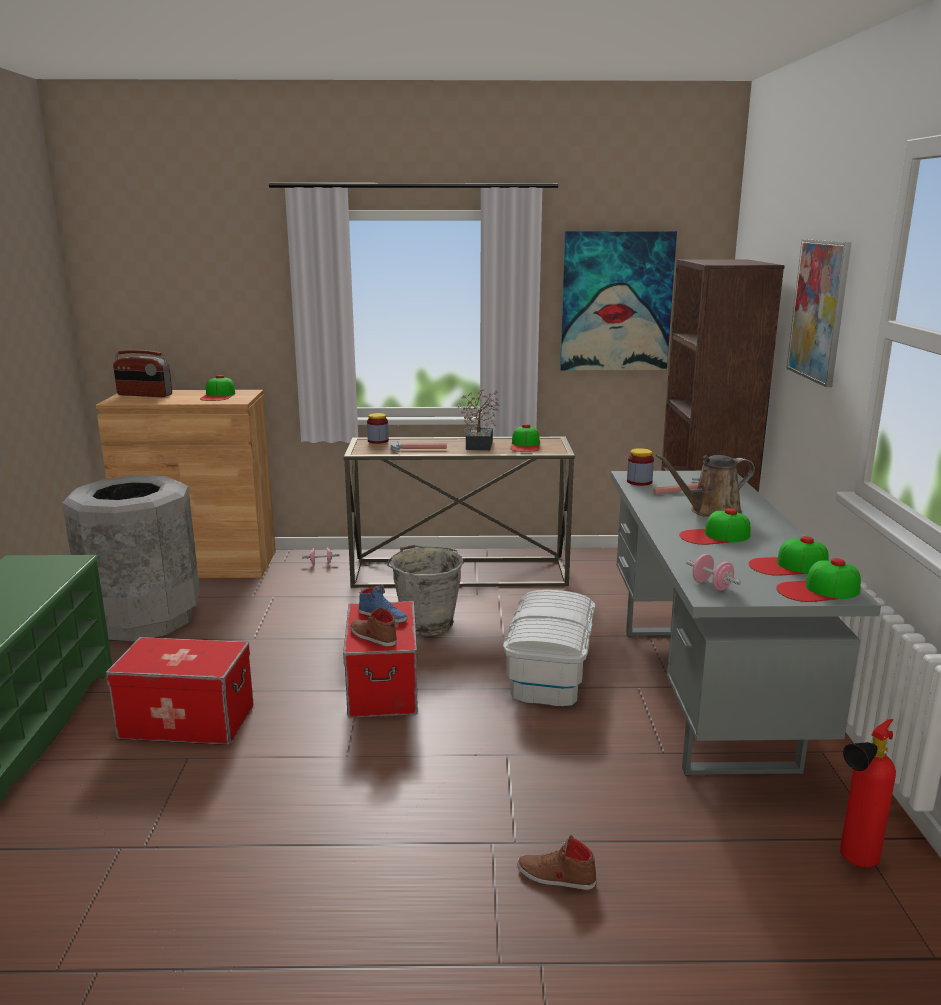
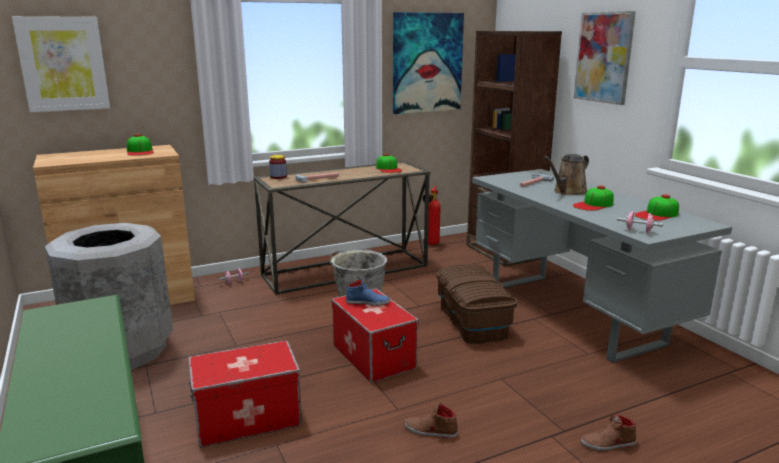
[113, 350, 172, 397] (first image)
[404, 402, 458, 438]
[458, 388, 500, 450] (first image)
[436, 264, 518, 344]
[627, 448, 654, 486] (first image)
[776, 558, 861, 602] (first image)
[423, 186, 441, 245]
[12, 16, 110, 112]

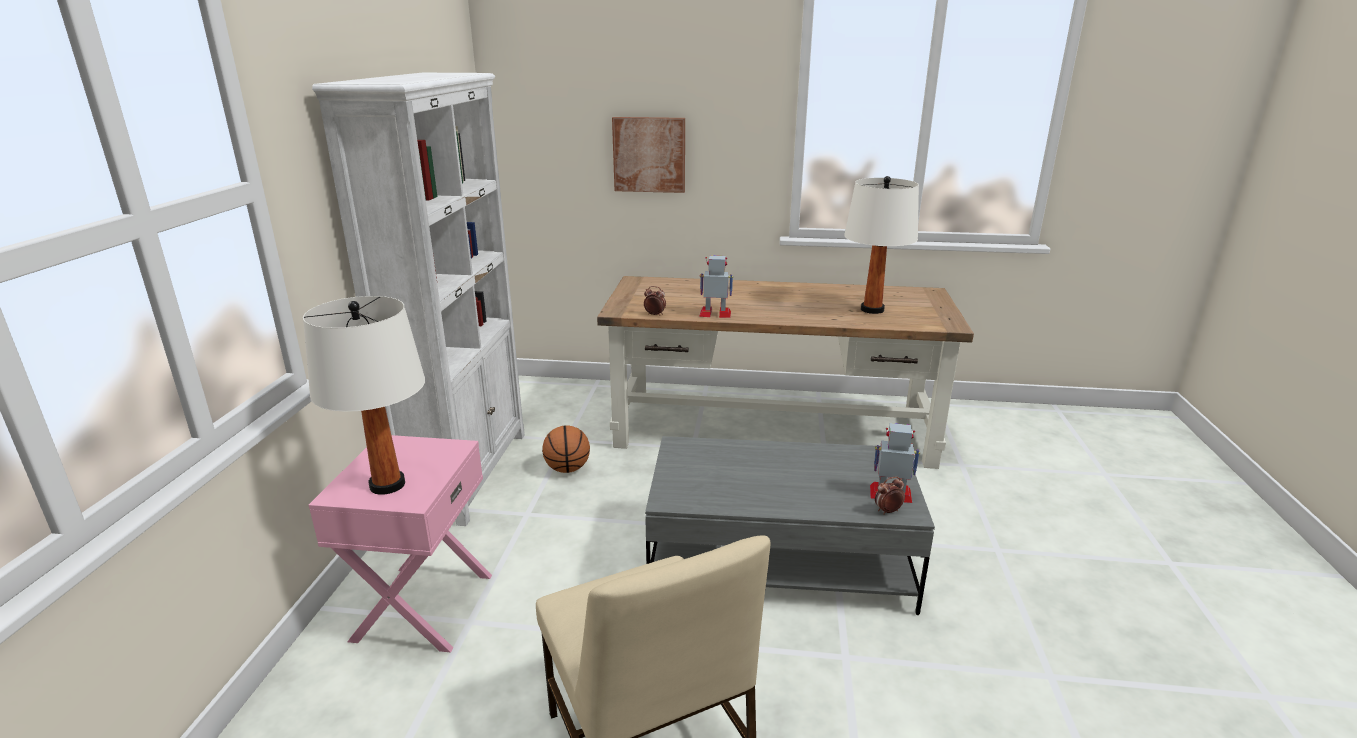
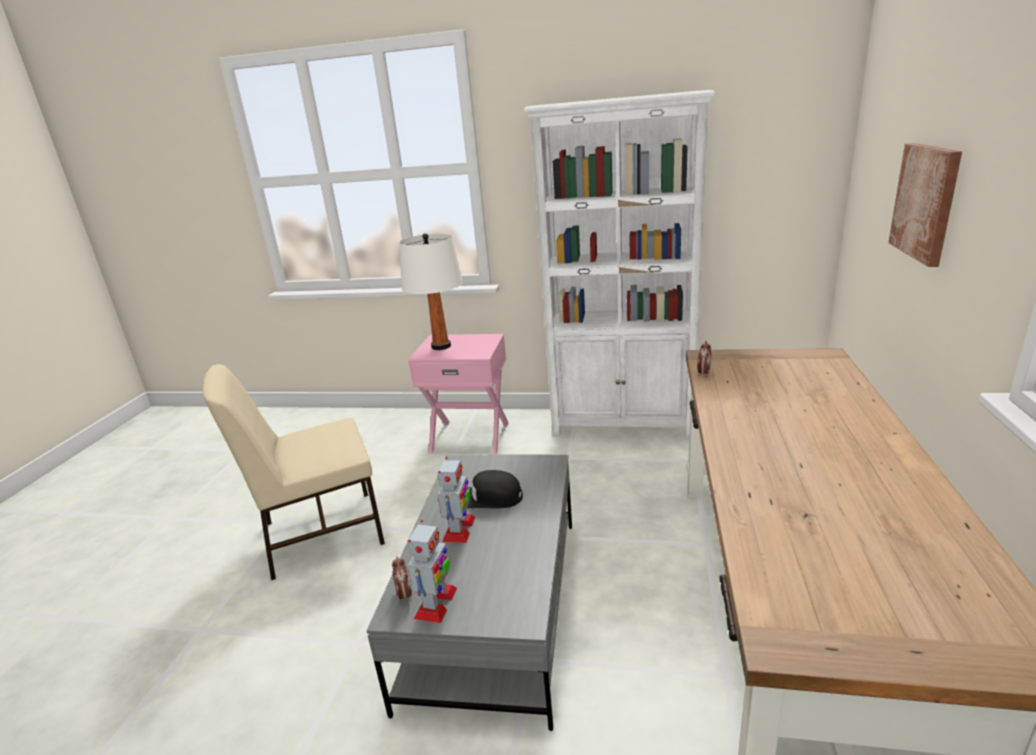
[542, 426, 590, 473] (first image)
[437, 456, 475, 543]
[844, 176, 919, 314] (first image)
[467, 470, 523, 509]

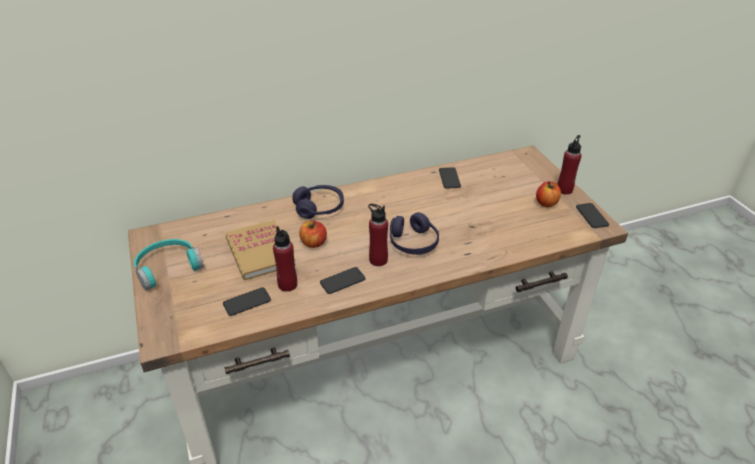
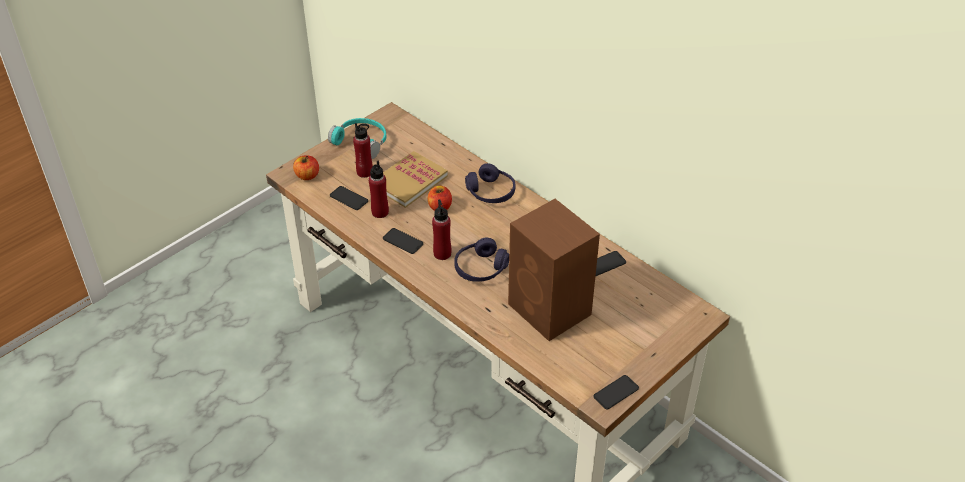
[293, 155, 319, 180]
[353, 123, 373, 178]
[508, 199, 600, 341]

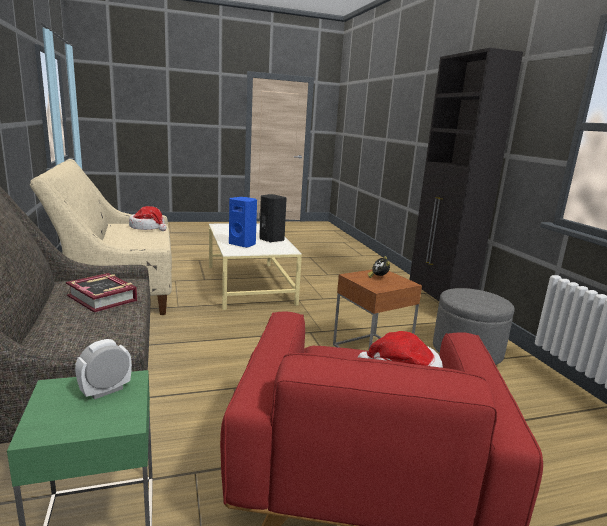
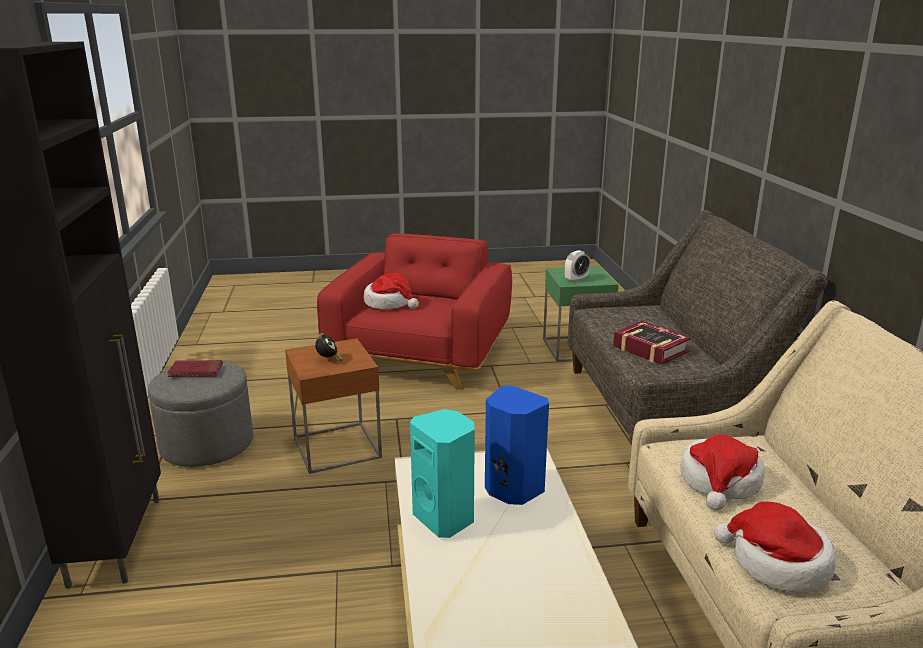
[410, 409, 475, 538]
[167, 360, 223, 377]
[681, 434, 765, 511]

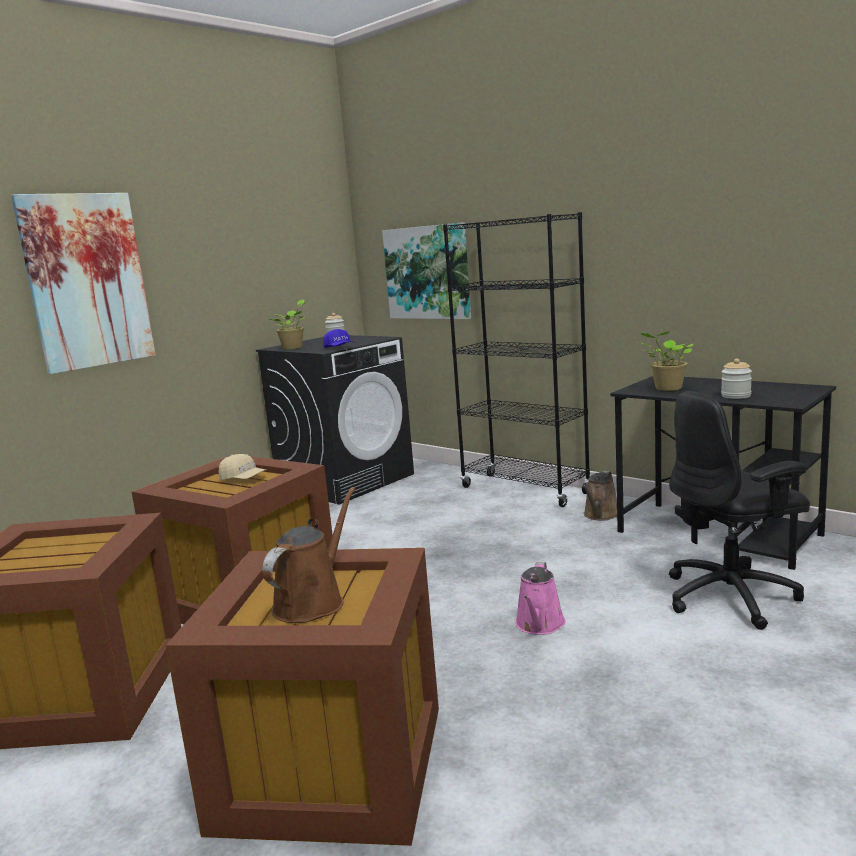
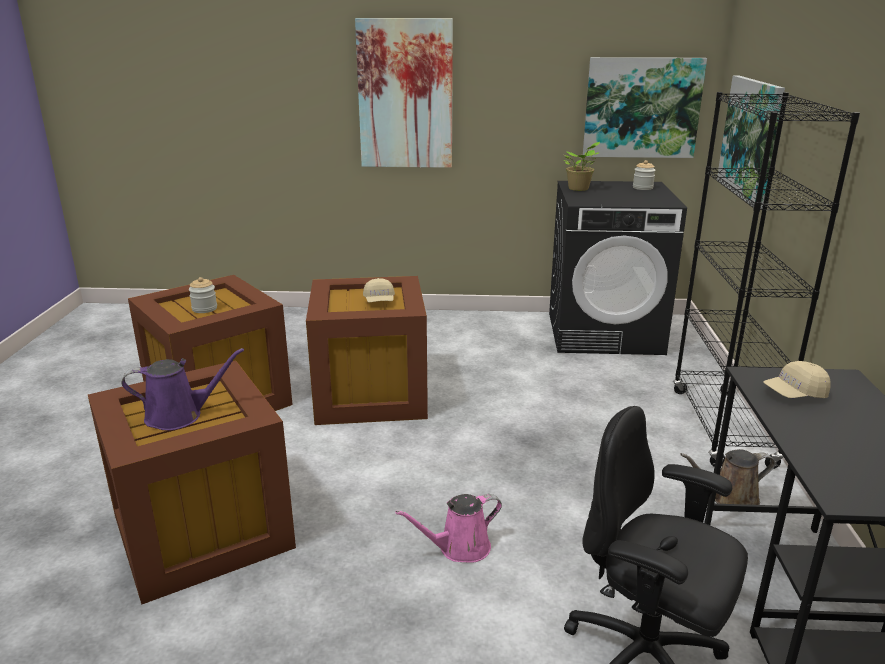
[122, 348, 244, 430]
[323, 329, 354, 348] (first image)
[763, 361, 831, 398]
[189, 277, 217, 313]
[583, 57, 707, 158]

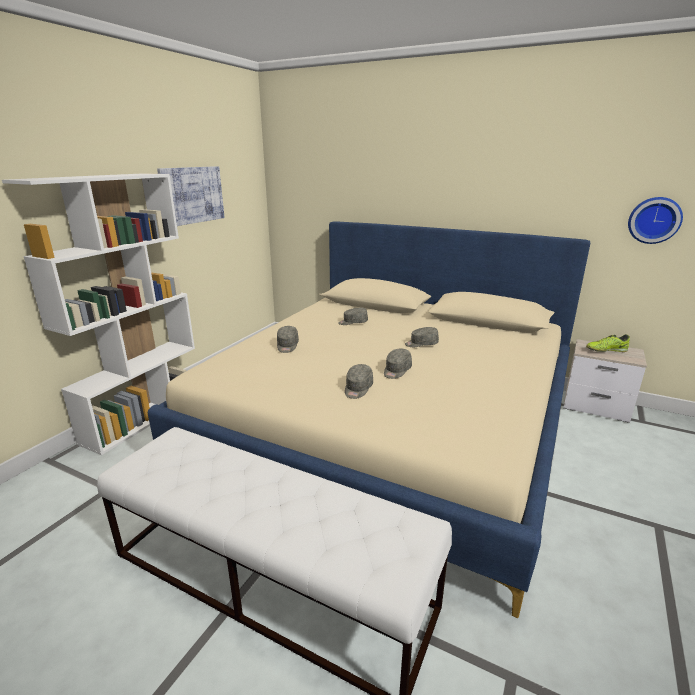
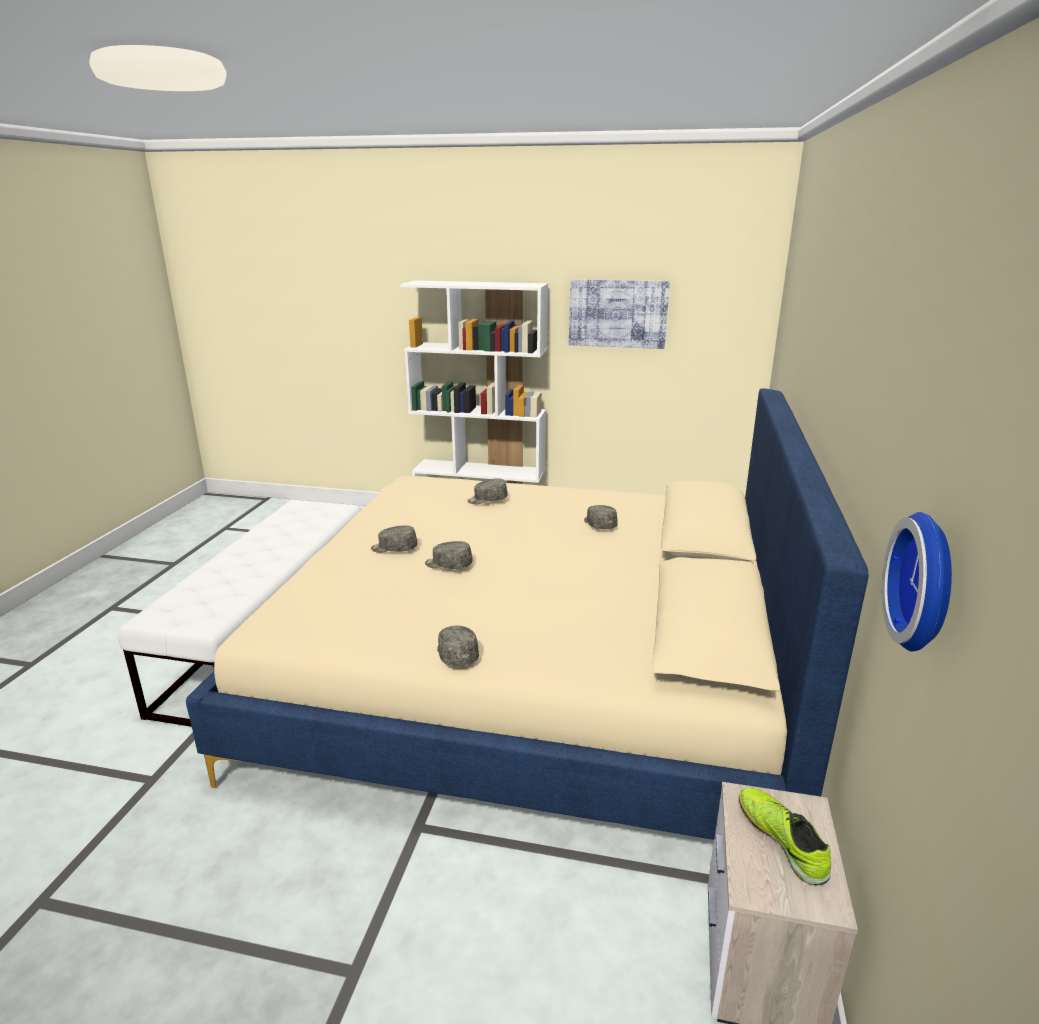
[437, 626, 479, 667]

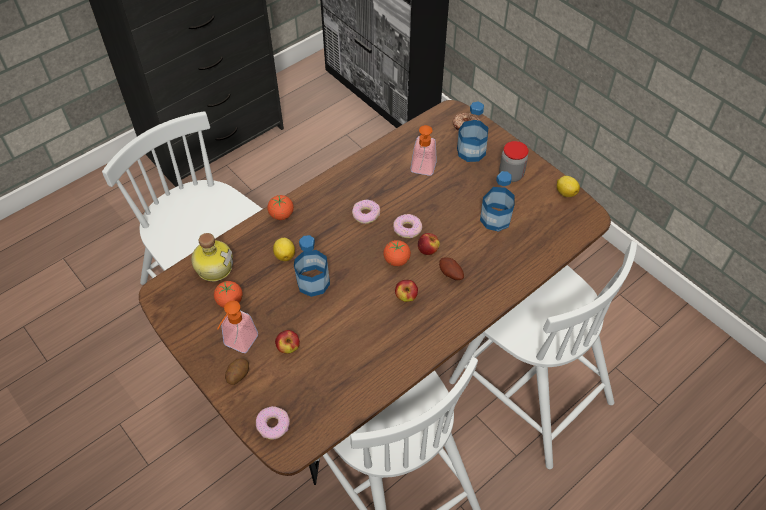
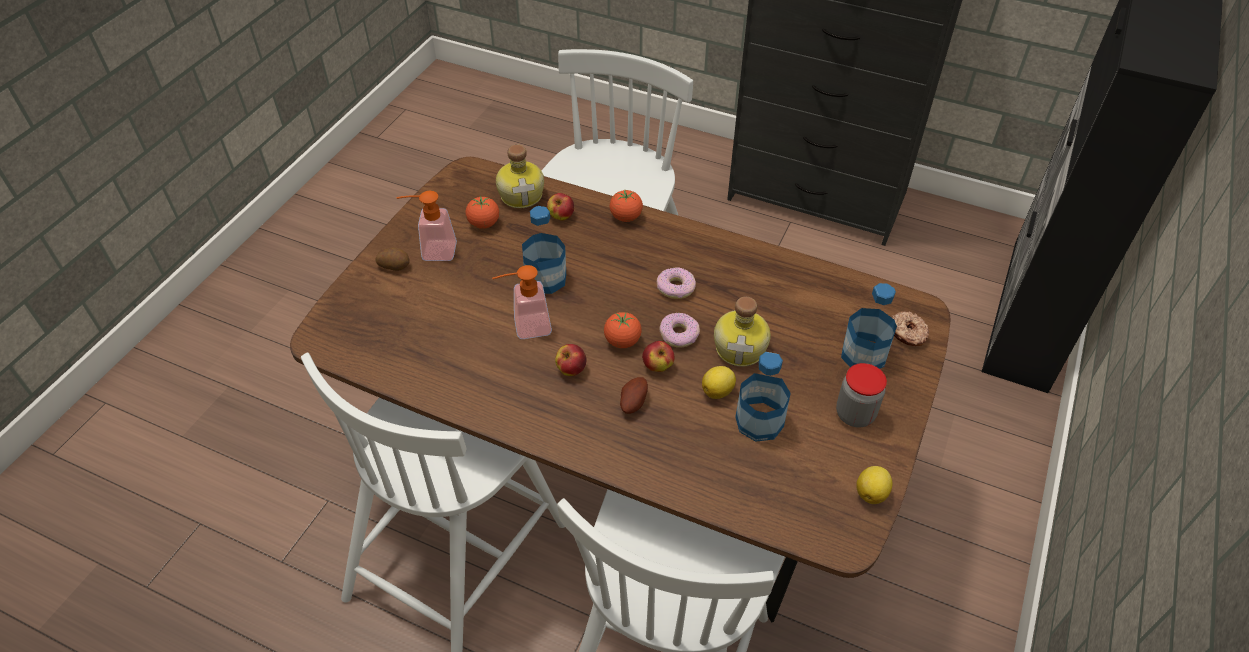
[256, 406, 290, 440] (first image)
[702, 366, 736, 399]
[547, 193, 574, 221]
[492, 265, 552, 339]
[714, 297, 771, 367]

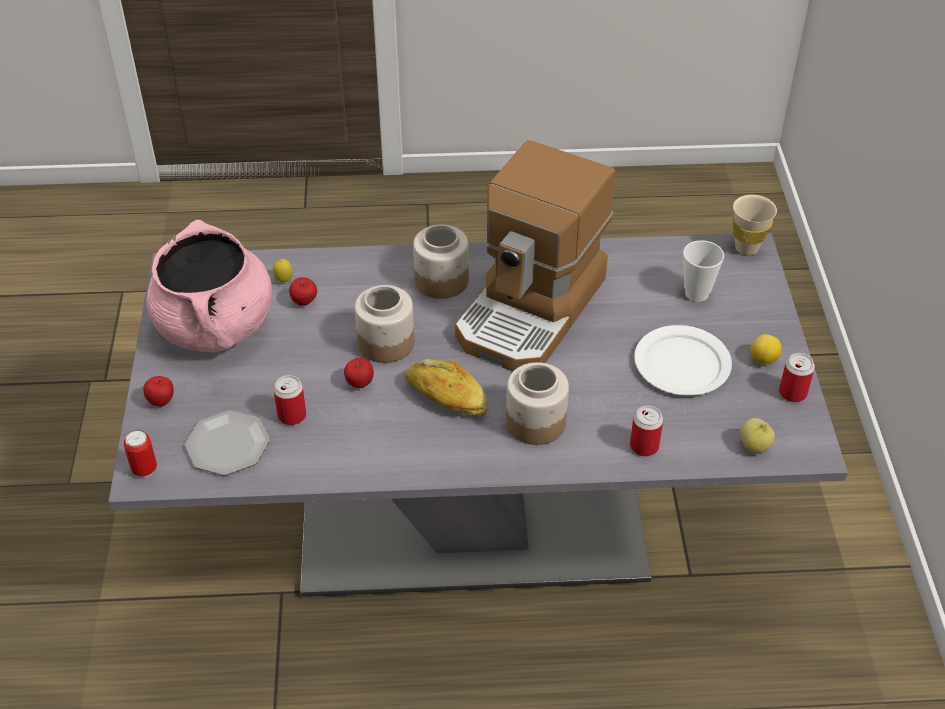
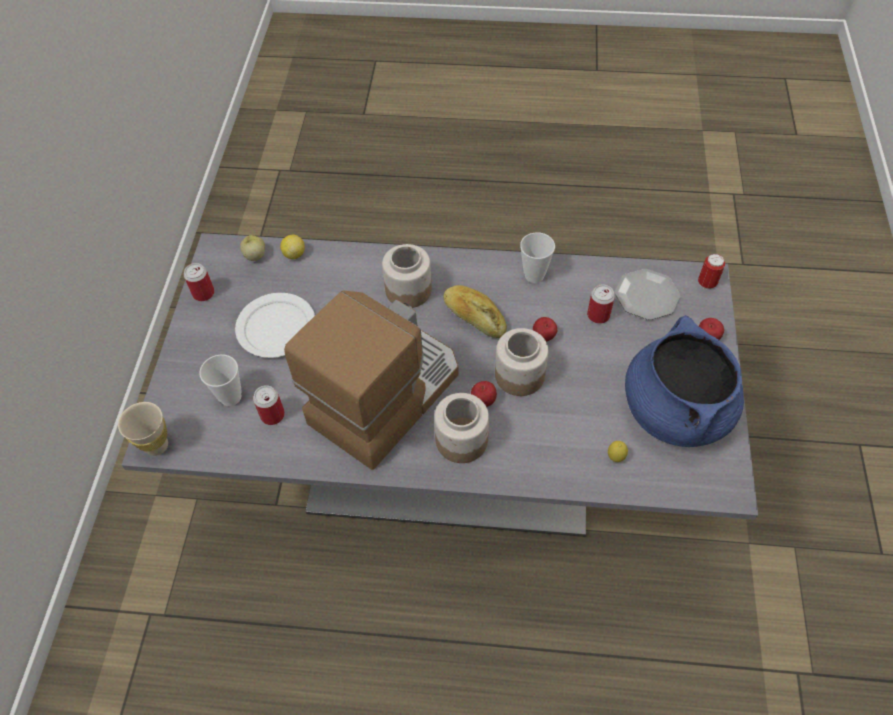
[625, 315, 744, 447]
[471, 381, 497, 407]
[253, 385, 285, 425]
[280, 235, 305, 259]
[520, 232, 555, 283]

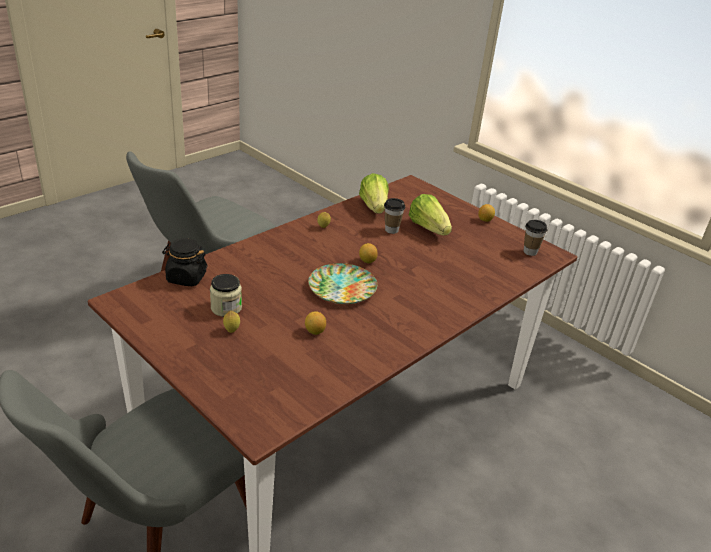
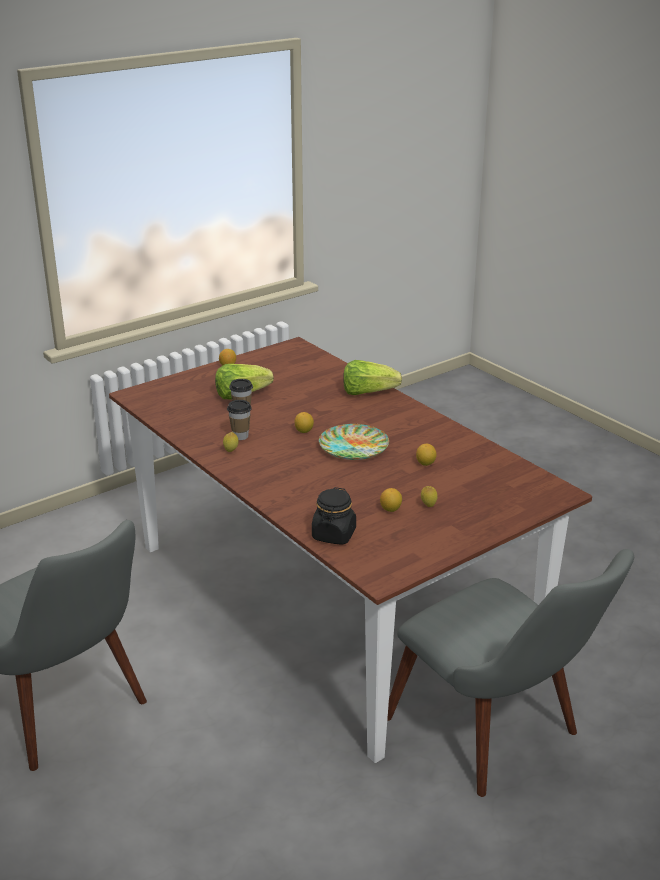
[380, 488, 402, 512]
[343, 360, 402, 395]
[227, 400, 252, 440]

